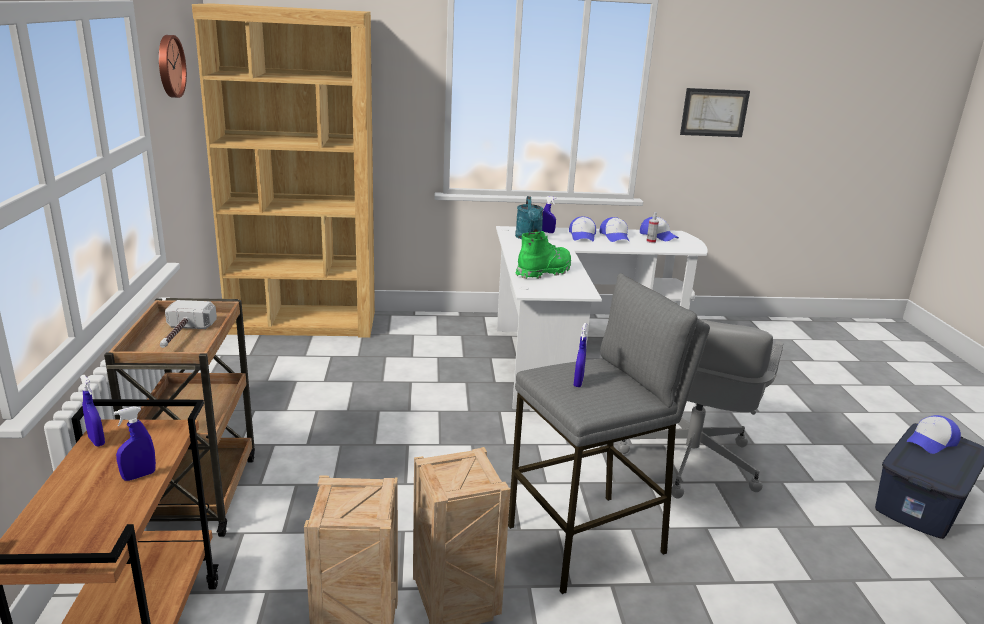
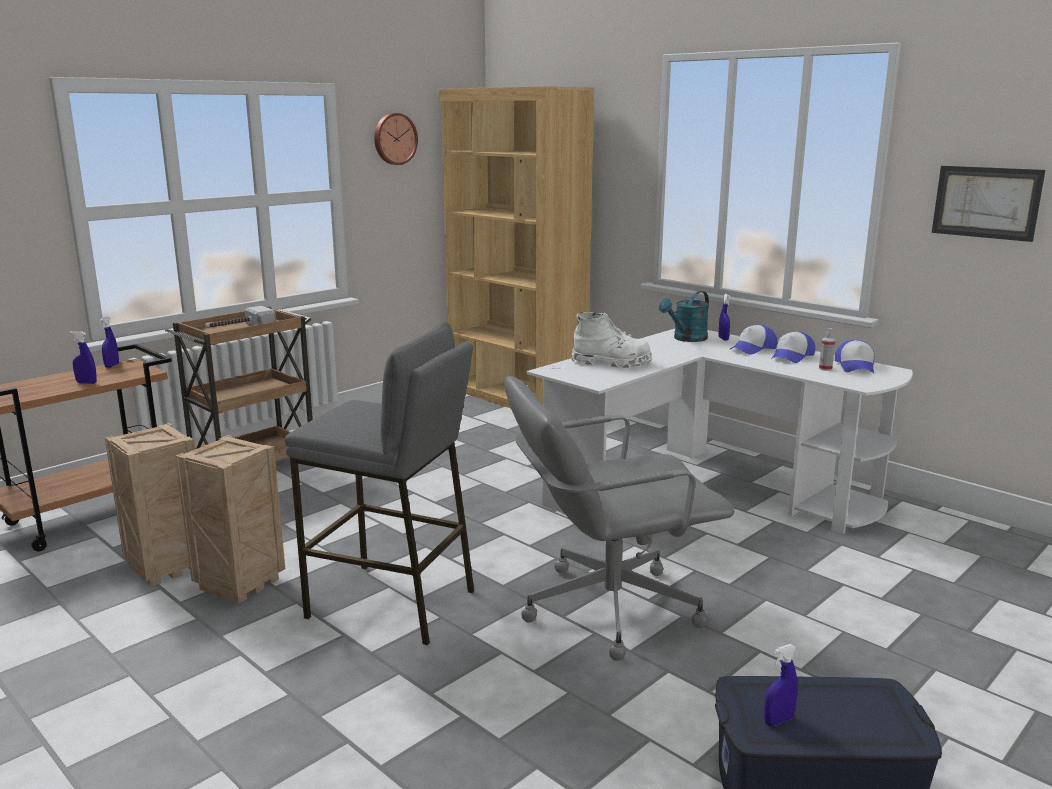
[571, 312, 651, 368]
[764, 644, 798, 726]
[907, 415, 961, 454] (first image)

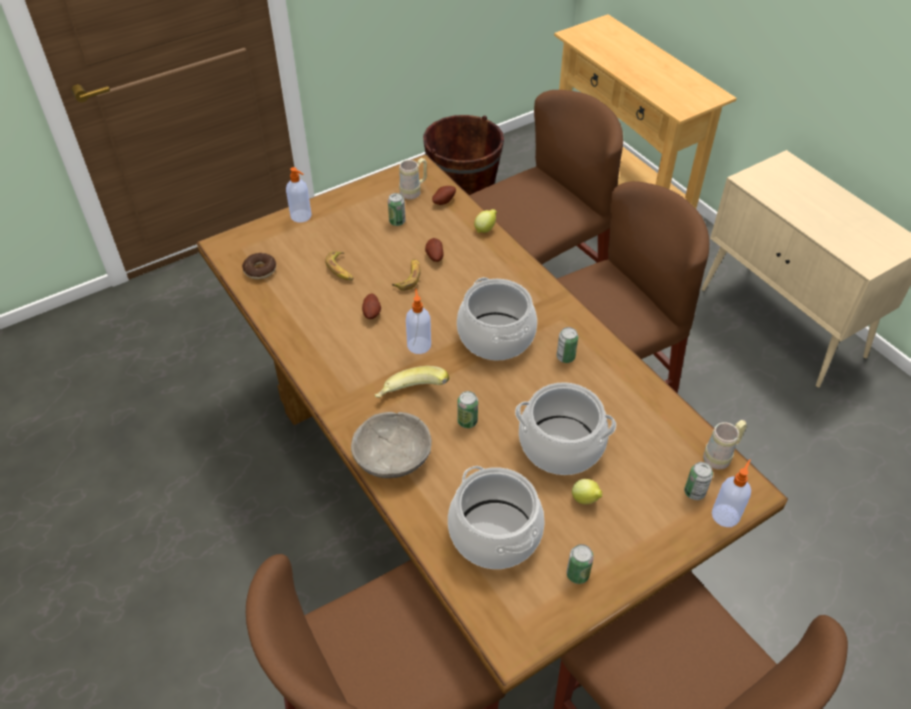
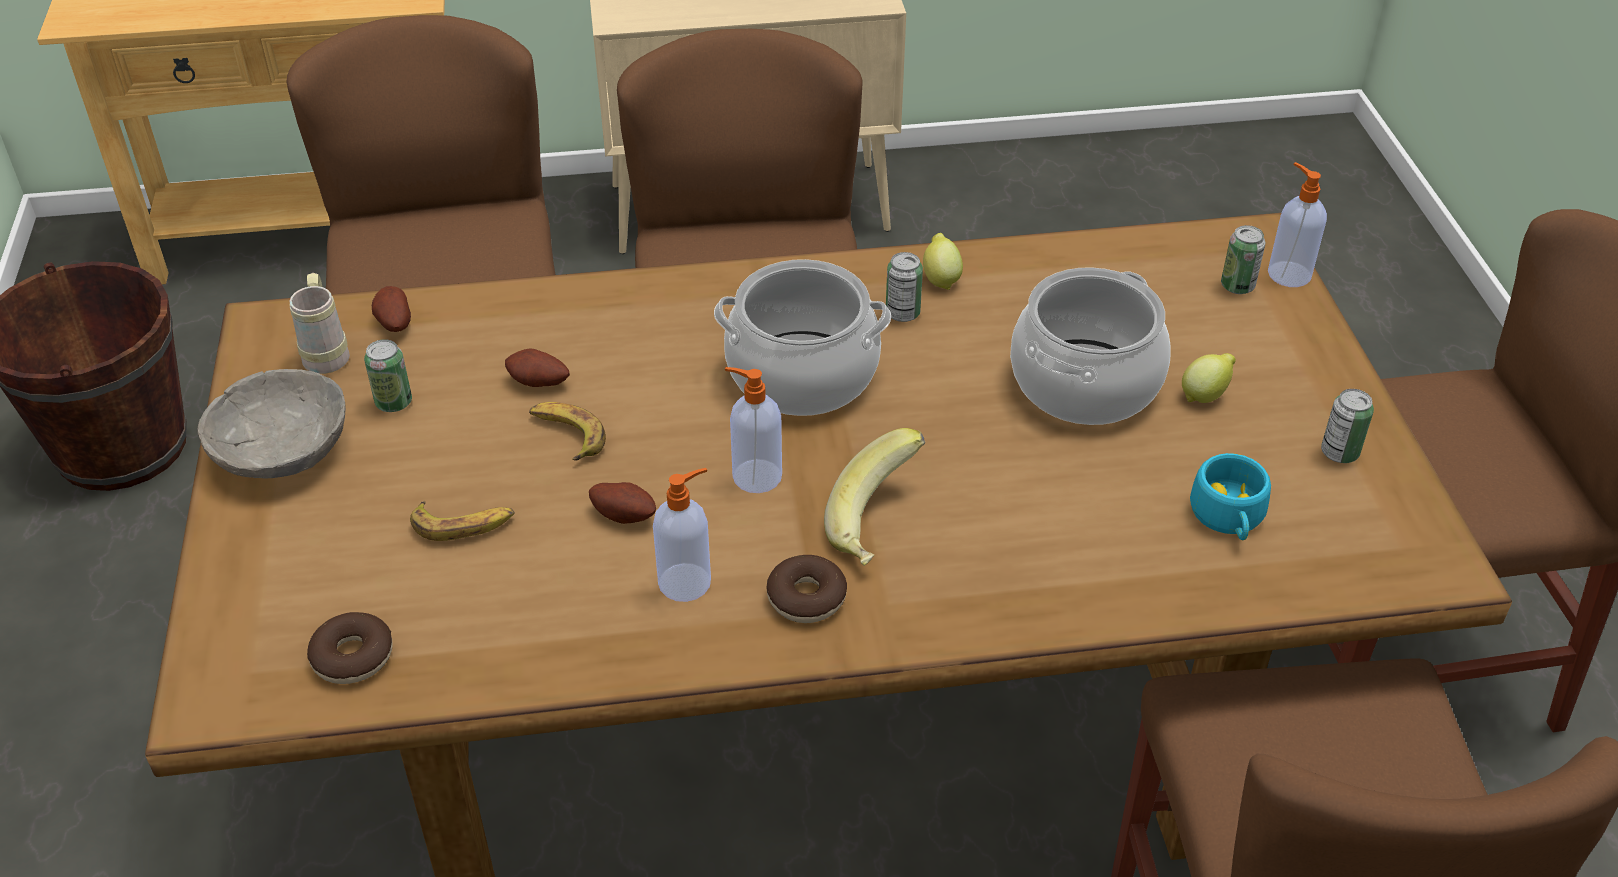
[653, 468, 711, 602]
[198, 369, 346, 479]
[1190, 453, 1271, 540]
[457, 391, 478, 428] (first image)
[923, 233, 963, 290]
[703, 420, 747, 470] (first image)
[767, 555, 847, 623]

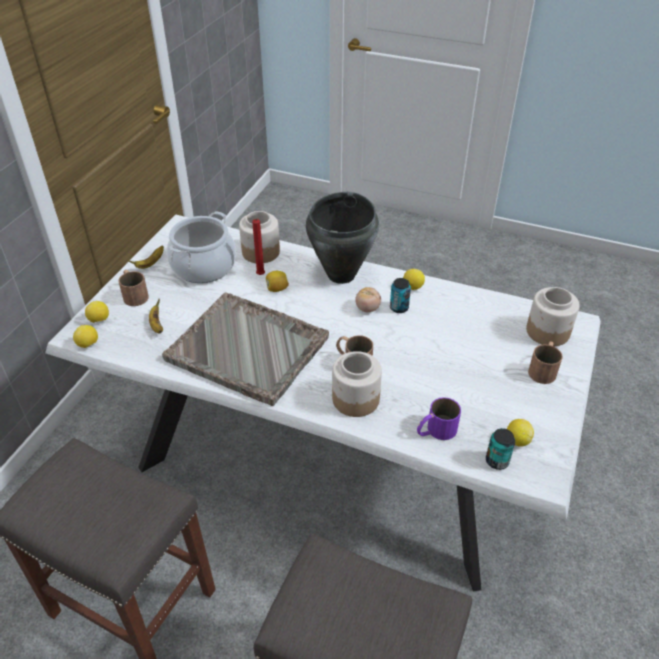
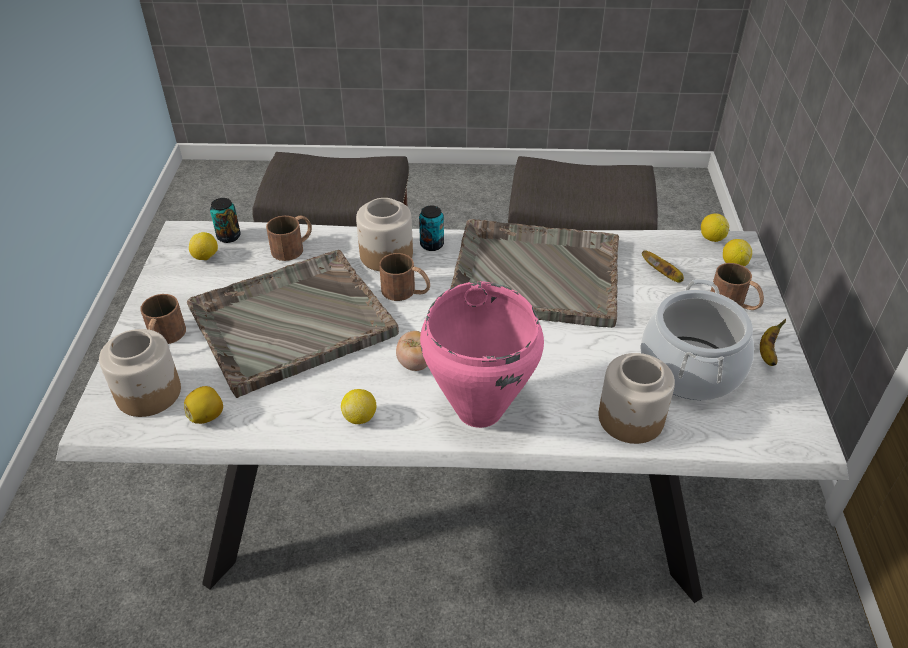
[252, 218, 265, 275] (first image)
[184, 386, 223, 424]
[420, 281, 544, 428]
[419, 206, 444, 251]
[266, 215, 312, 261]
[187, 250, 399, 398]

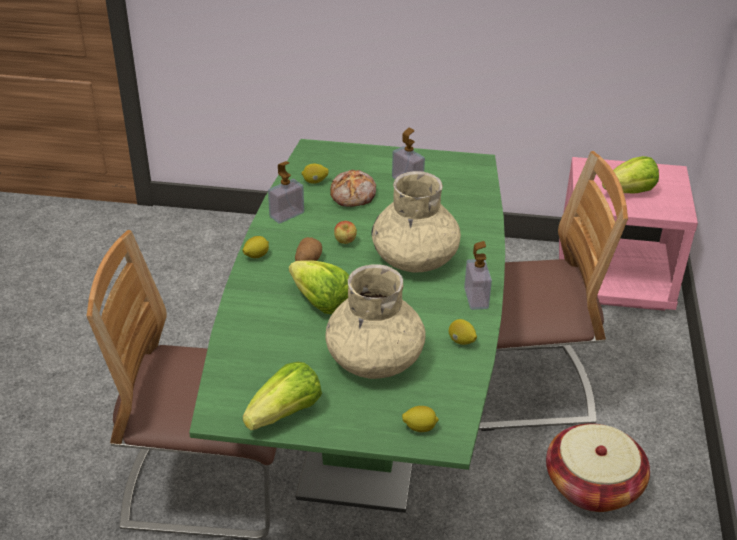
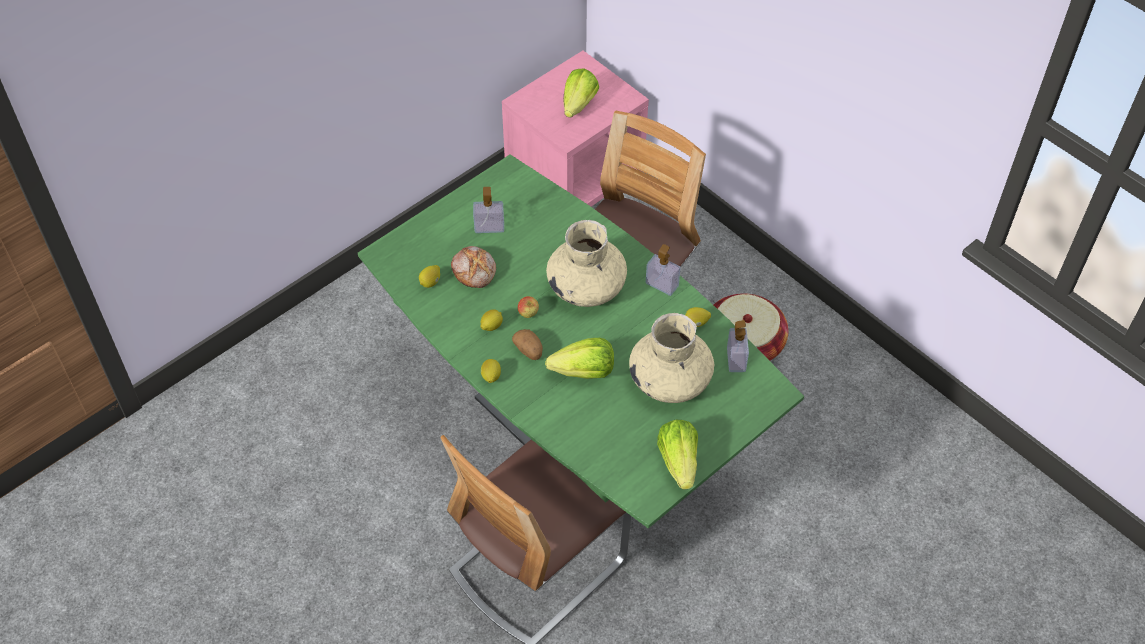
[727, 320, 749, 372]
[480, 309, 503, 331]

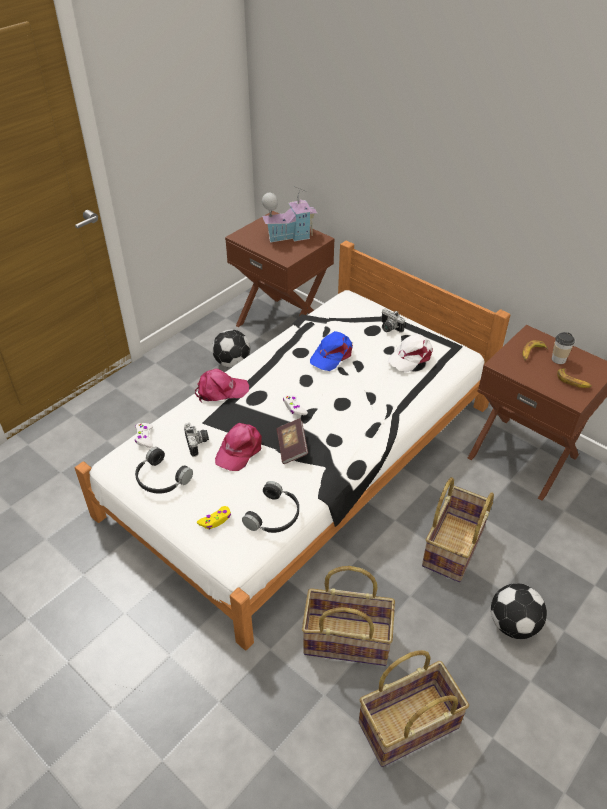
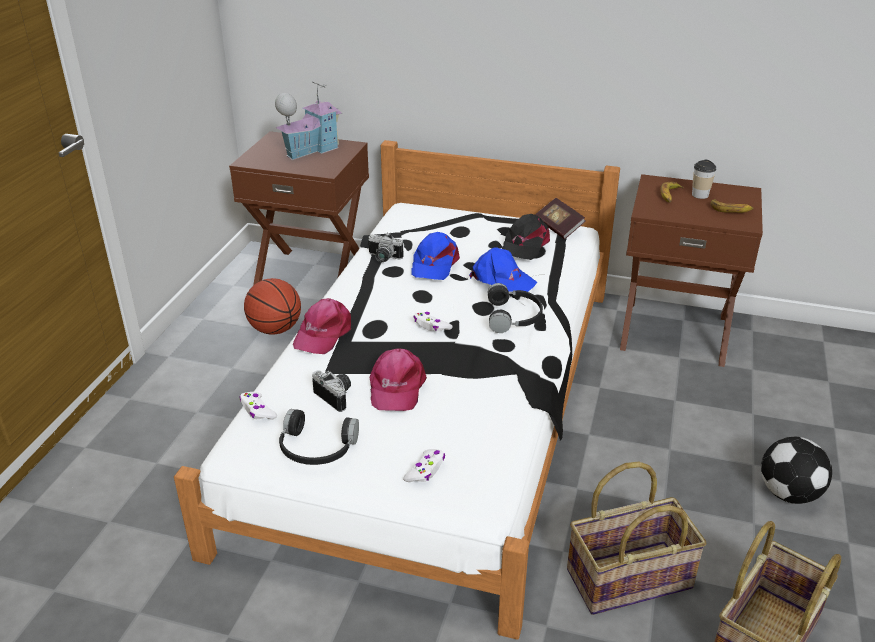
[293, 298, 351, 354]
[403, 449, 445, 482]
[244, 278, 301, 335]
[487, 283, 543, 333]
[535, 198, 585, 239]
[368, 232, 403, 262]
[502, 214, 550, 260]
[422, 477, 494, 582] (first image)
[469, 248, 538, 292]

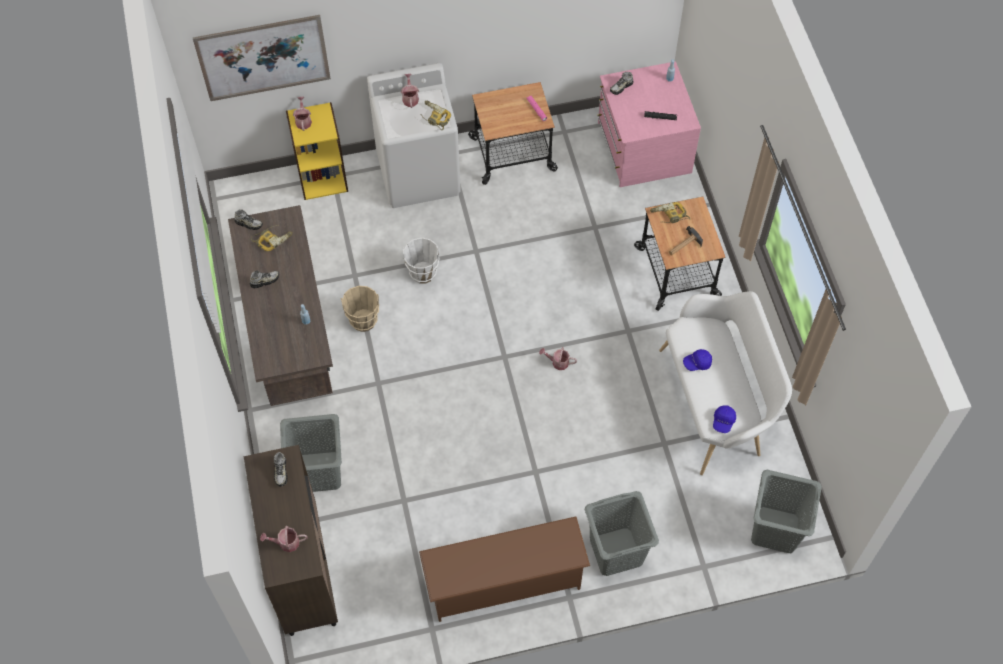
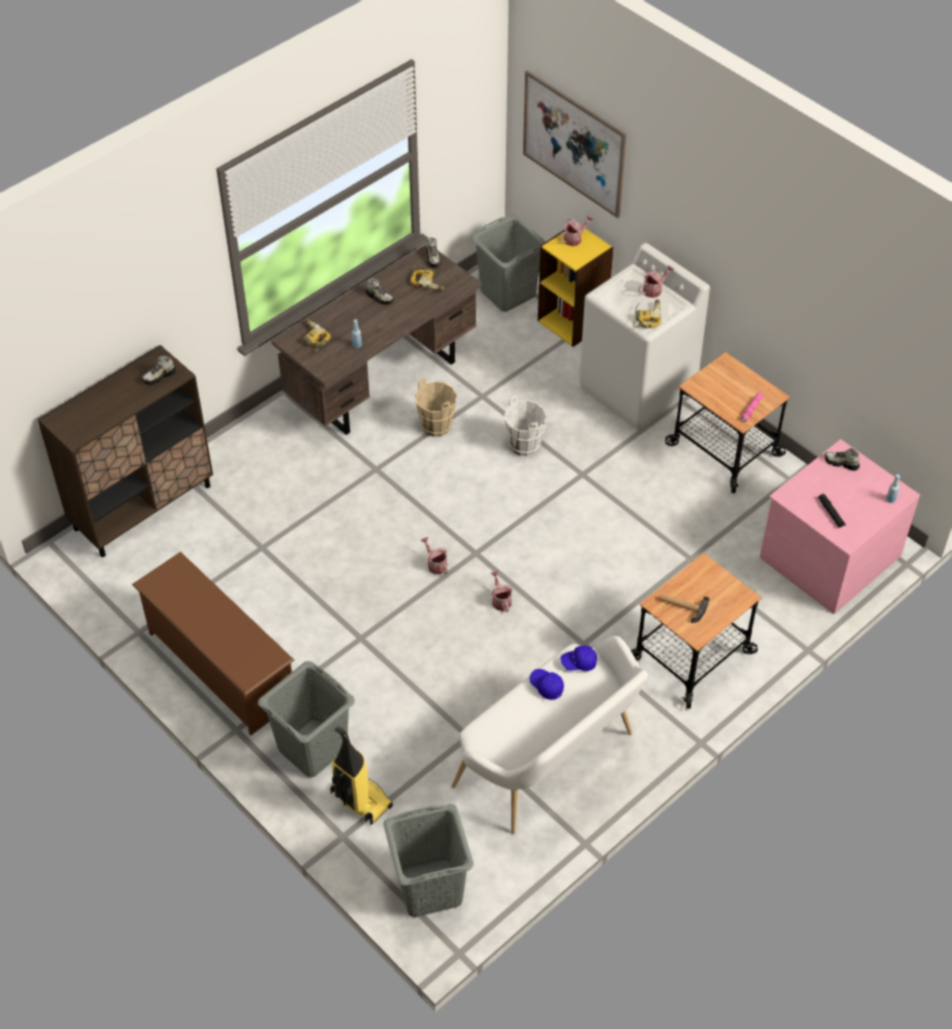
[421, 537, 449, 574]
[470, 215, 546, 312]
[296, 318, 331, 351]
[560, 645, 597, 671]
[330, 726, 393, 825]

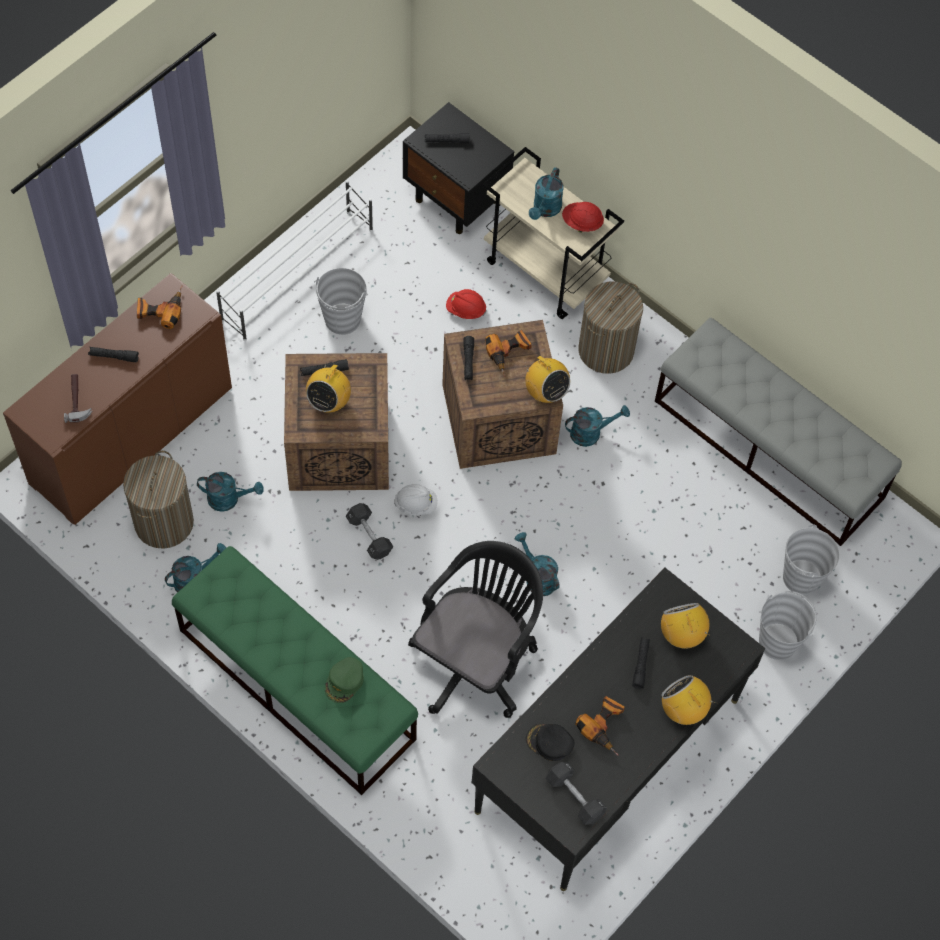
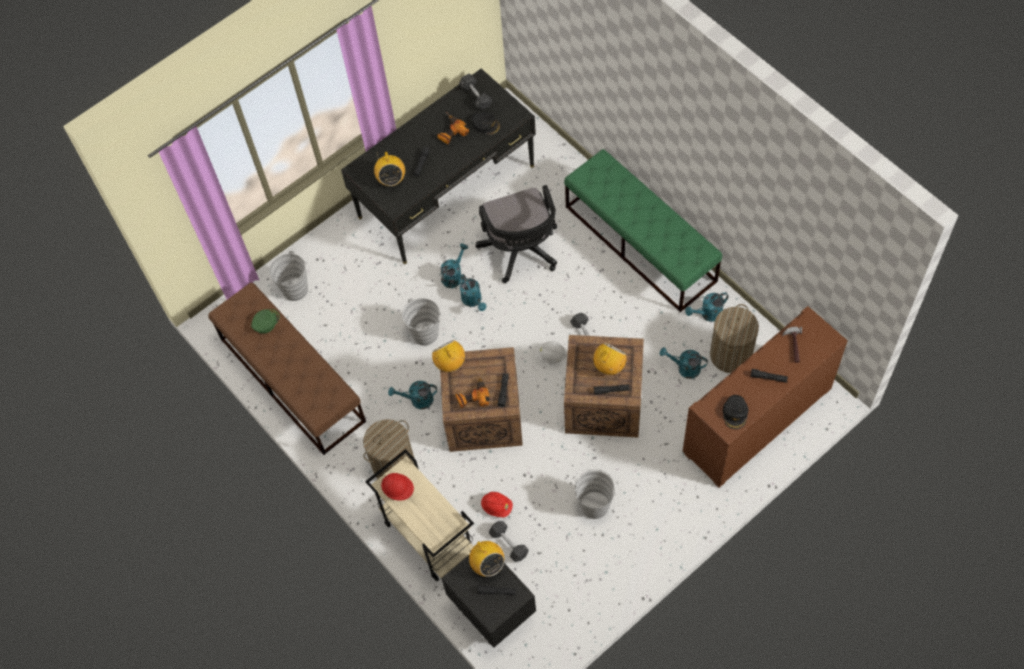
[723, 395, 748, 429]
[216, 180, 373, 341] (first image)
[251, 309, 280, 334]
[476, 185, 557, 283]
[441, 244, 468, 288]
[208, 283, 366, 455]
[467, 541, 504, 577]
[402, 298, 440, 346]
[489, 521, 529, 562]

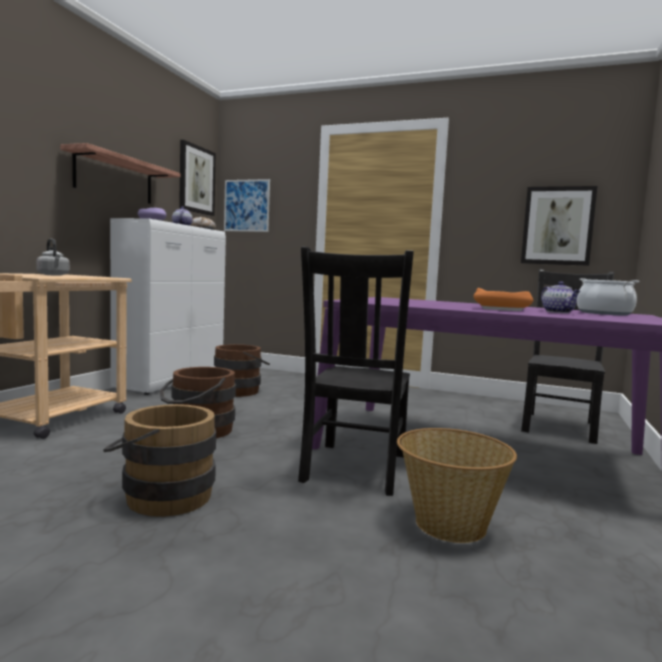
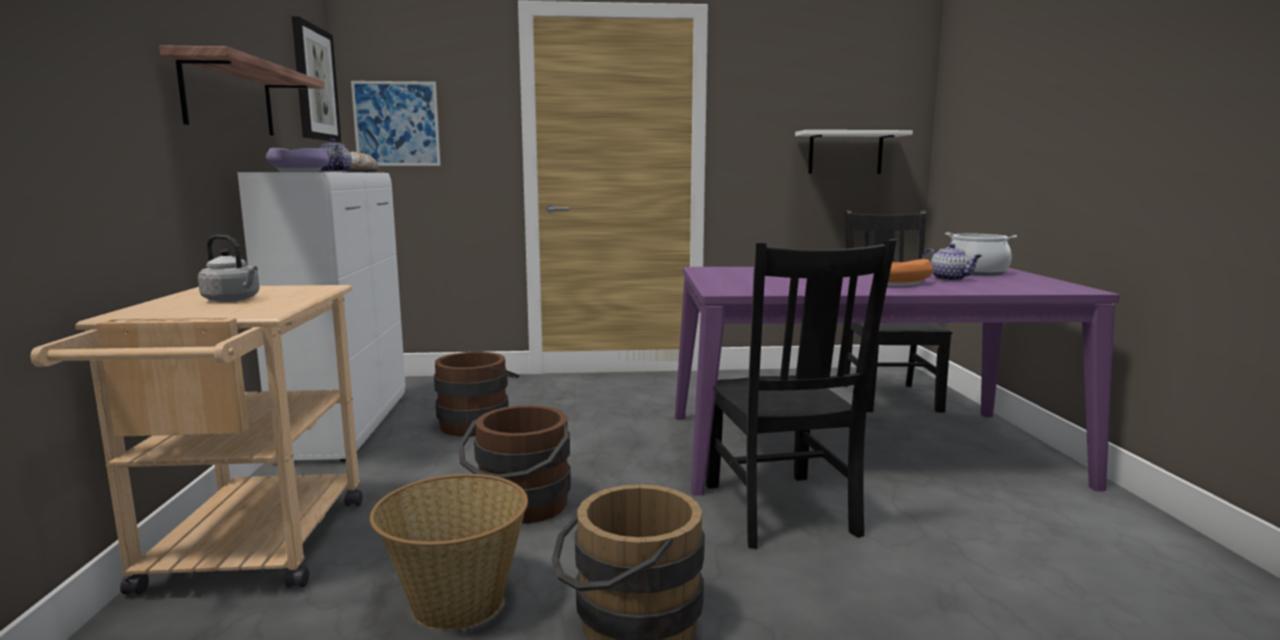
[370, 474, 528, 630]
[795, 130, 913, 174]

